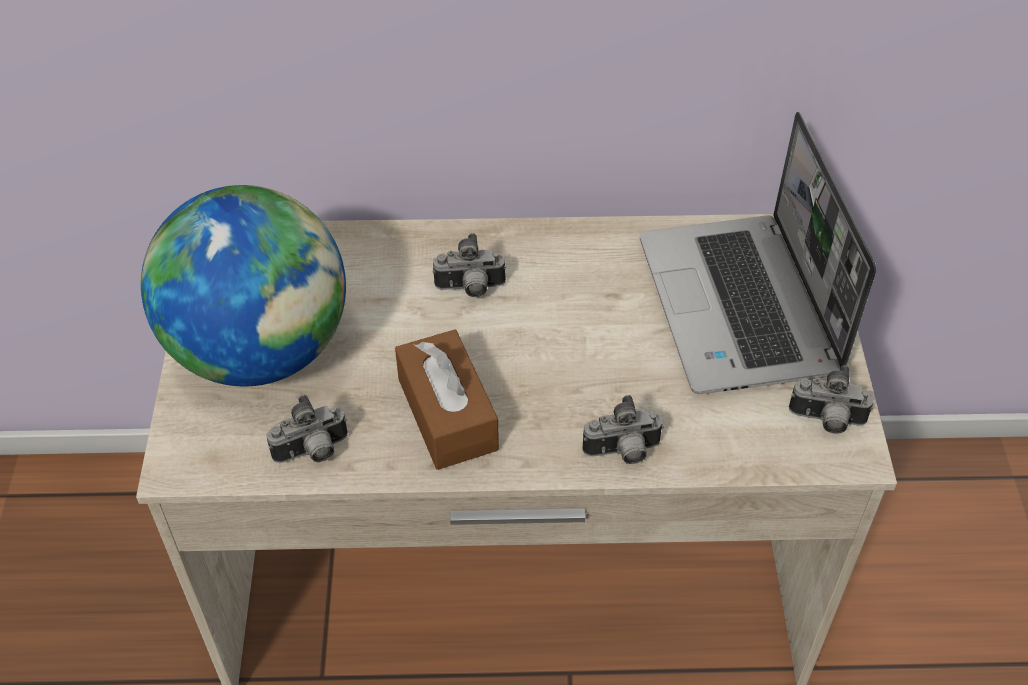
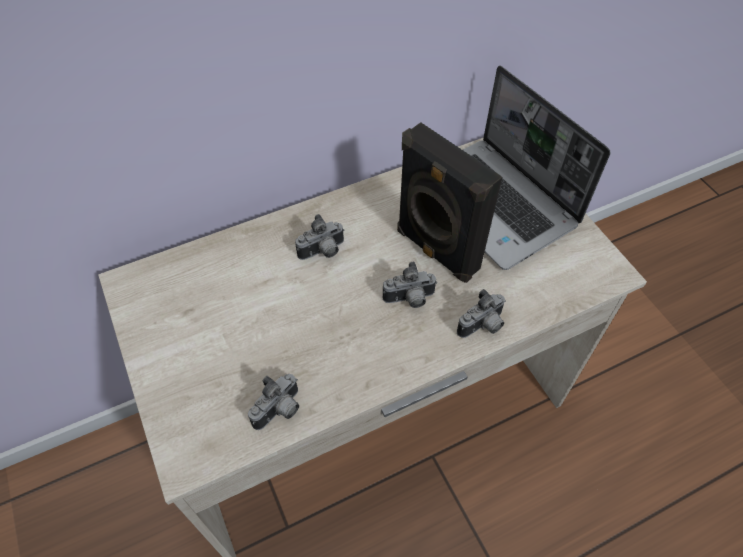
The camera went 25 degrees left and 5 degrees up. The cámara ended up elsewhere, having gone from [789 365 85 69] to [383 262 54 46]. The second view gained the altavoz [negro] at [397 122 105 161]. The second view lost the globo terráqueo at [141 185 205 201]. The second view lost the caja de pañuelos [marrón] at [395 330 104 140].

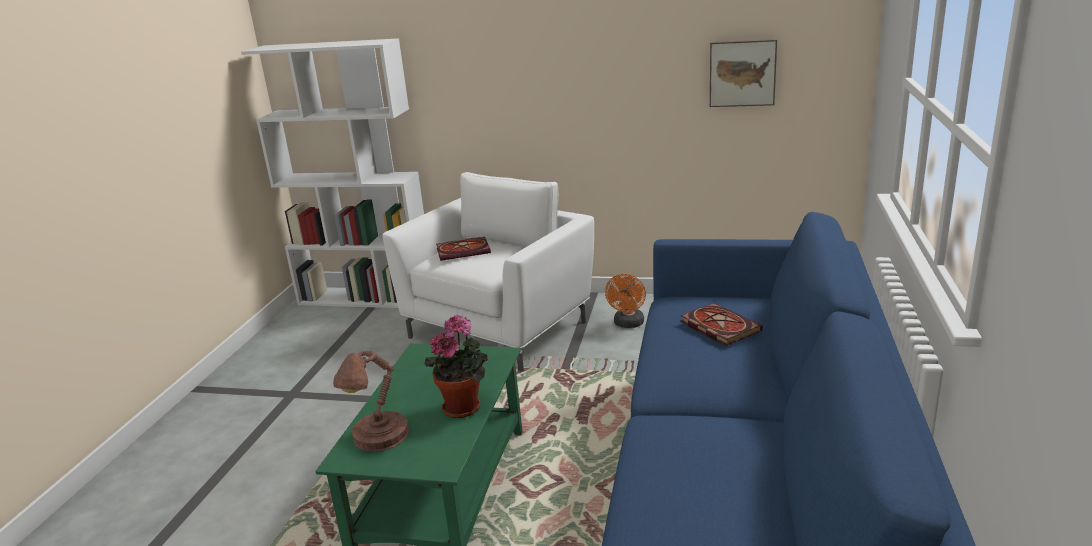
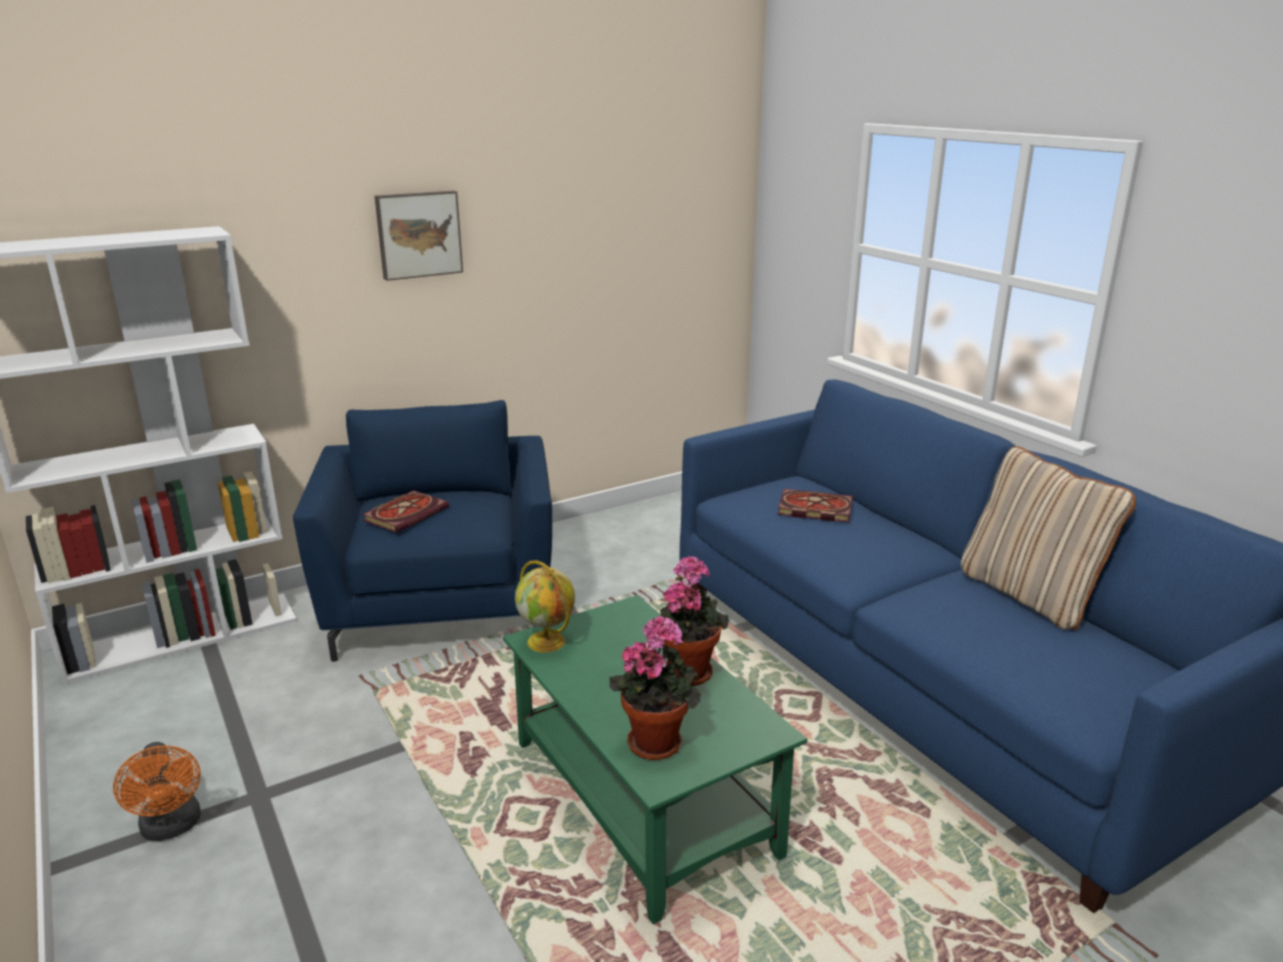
The camera went 45 degrees left and 0 degrees up. The ventilador [naranja] ended up elsewhere, having gone from [605 274 41 54] to [113 742 88 99]. What was the sillón [blanco] at [382 172 212 200] turned into the sillón [azul] at [293 400 259 262]. The cuadro ended up elsewhere, having gone from [710 39 67 68] to [375 190 88 91]. The second view gained the globo terráqueo at [515 561 60 92]. Where the lámpara de mesa [marrón] stood at [333 351 76 101], the planta en maceta came to stand at [610 616 91 144]. The second view gained the cojín [beis] at [961 446 175 184].

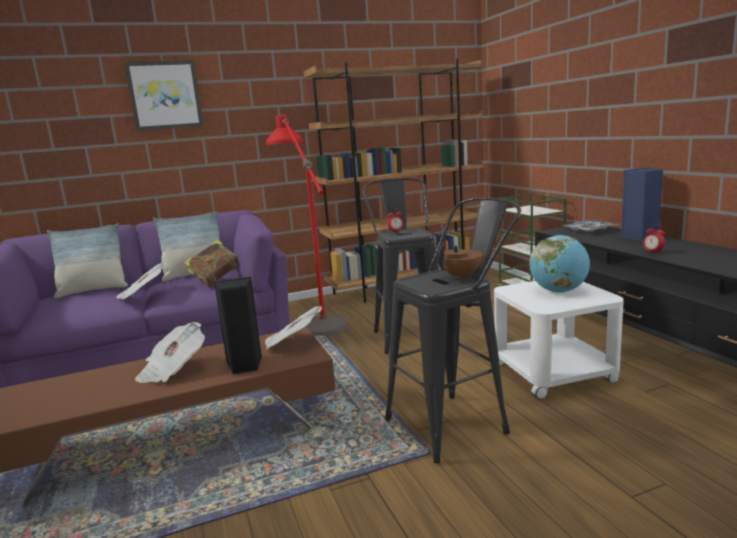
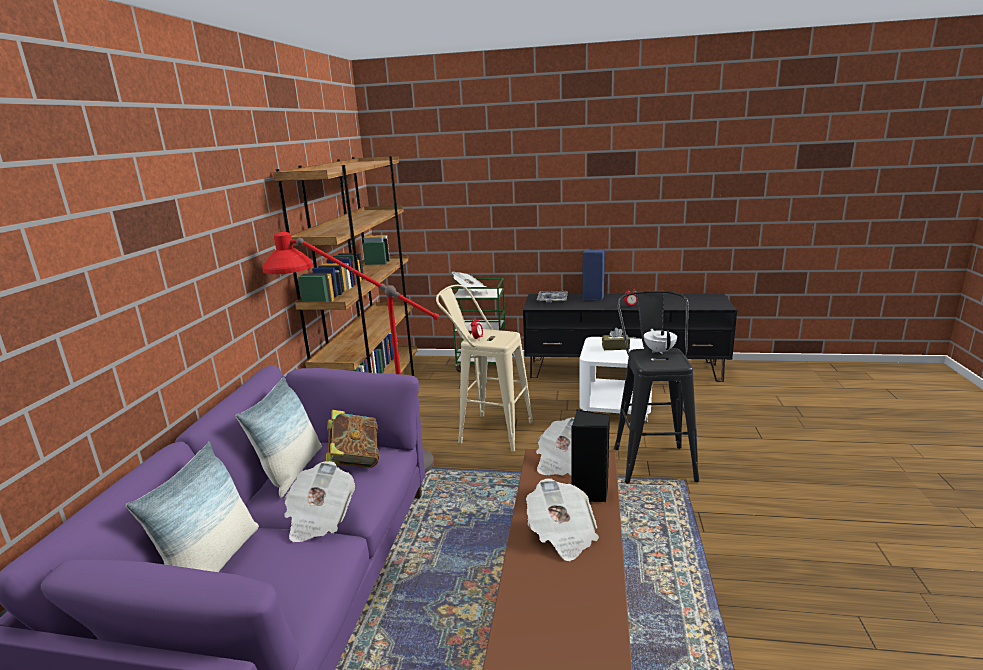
The camera went 60 degrees left and 5 degrees up. What was the taburete [negro] at [362 178 77 176] turned into the taburete [beis] at [436 285 97 167]. The second view gained the periódico at [452 272 36 23]. Where the globo terráqueo stood at [529 235 61 58], the caja de pañuelos [marrón] came to stand at [602 327 28 23]. What was the tetera [marrón] at [437 243 46 36] turned into the tetera [blanco] at [644 329 33 25]. The second view lost the cuadro at [124 60 80 71].

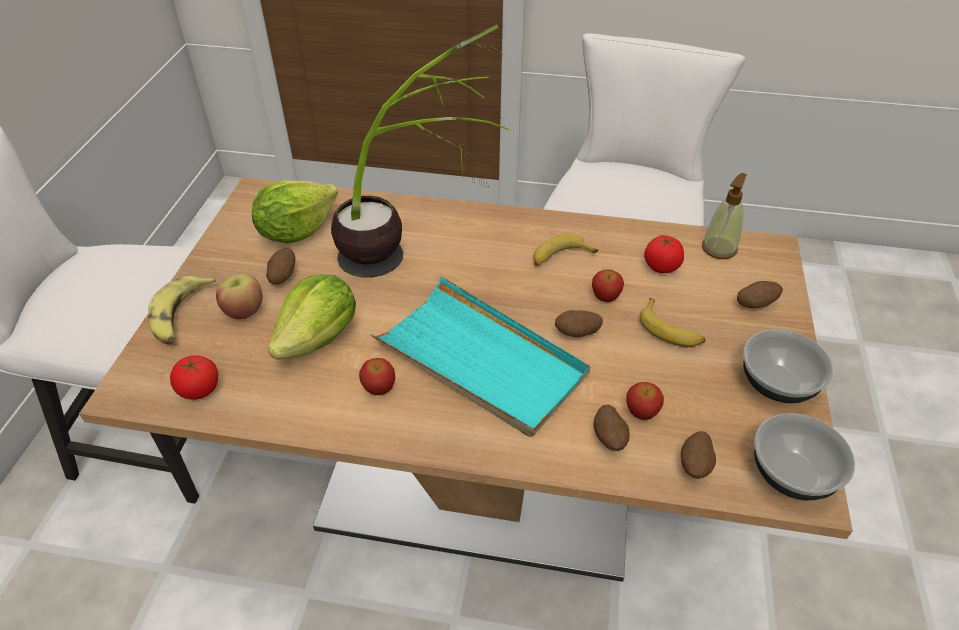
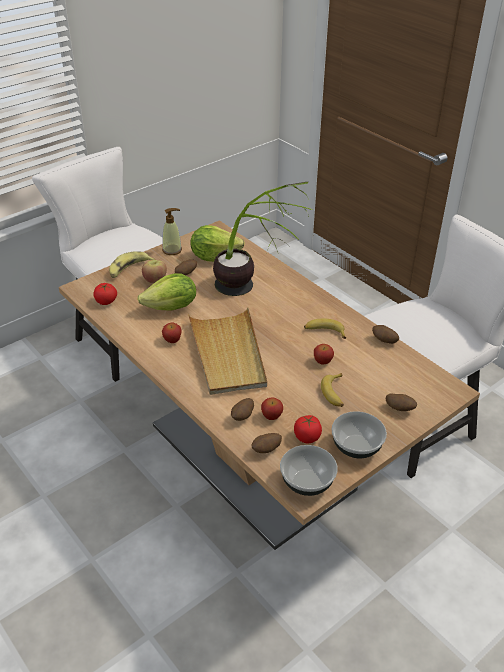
The camera went 40 degrees right and 5 degrees down. The dispensador de jabón ended up elsewhere, having gone from [702 173 45 86] to [162 208 20 47]. What was the bandeja [turquesa] at [370 276 221 161] turned into the bandeja [beis] at [188 307 79 88]. The tomate ended up elsewhere, having gone from [644 235 40 38] to [294 415 28 28]. The patata ended up elsewhere, having gone from [555 310 48 27] to [372 325 27 19].

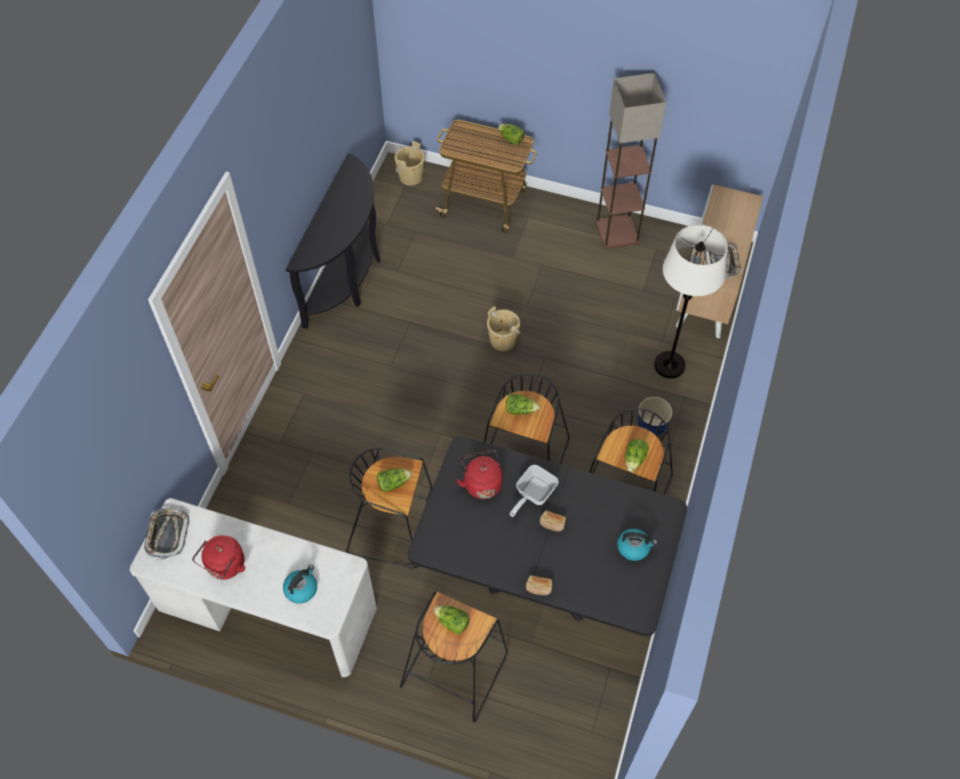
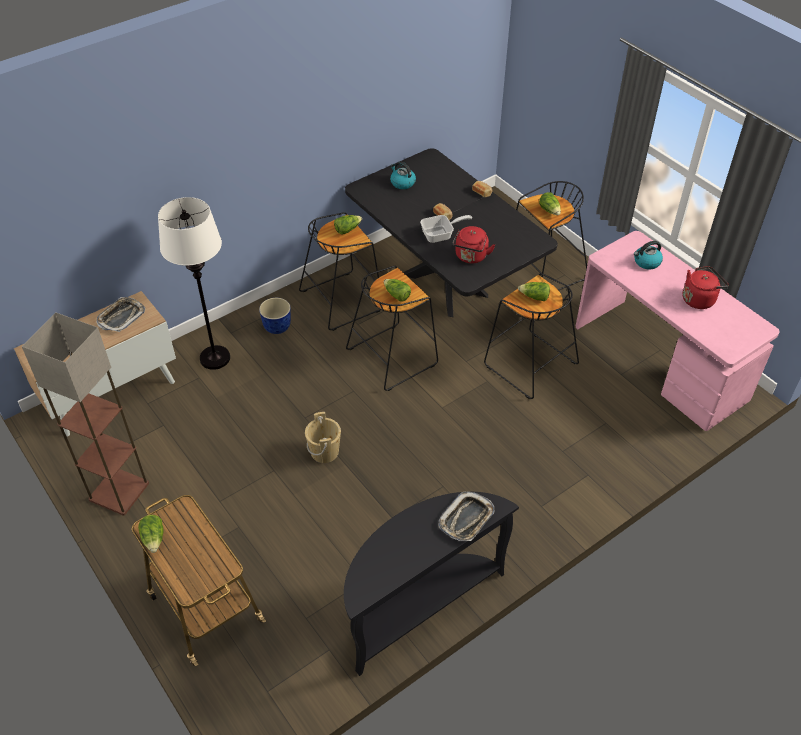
The camera went 145 degrees left and 10 degrees down. The bandeja ended up elsewhere, having gone from [144 508 45 52] to [438 491 56 50]. What was the escritorio [blanco] at [130 498 247 179] turned into the escritorio [rosa] at [576 231 204 200]. The second view lost the cubo [beis] at [395 141 30 45].

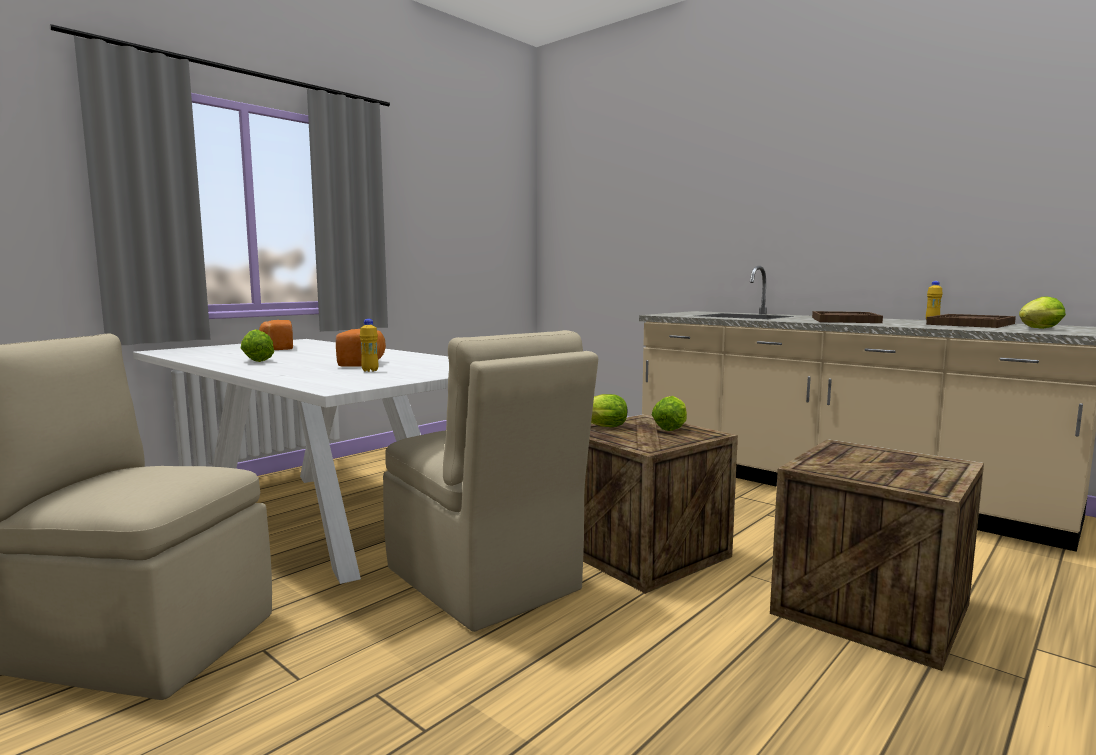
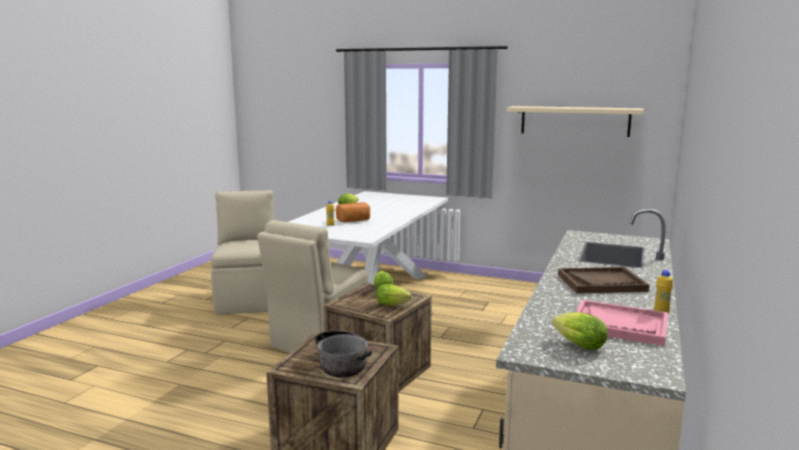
The camera went 70 degrees right and 5 degrees up. The second view gained the olla at [314 330 58 48]. The second view gained the estante [beis] at [506 106 138 31]. What was the bandeja [marrón] at [926 314 90 14] turned into the bandeja [rosa] at [576 300 92 46]. The second view lost the pan at [259 320 34 30].

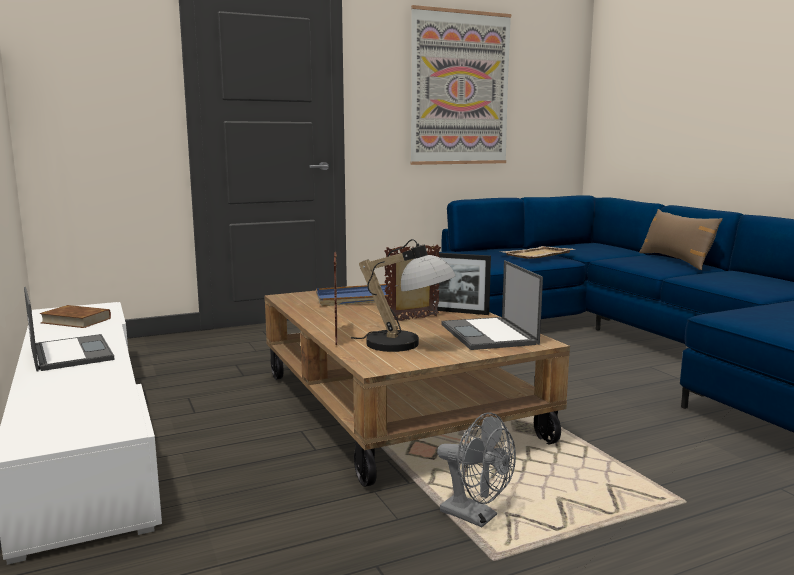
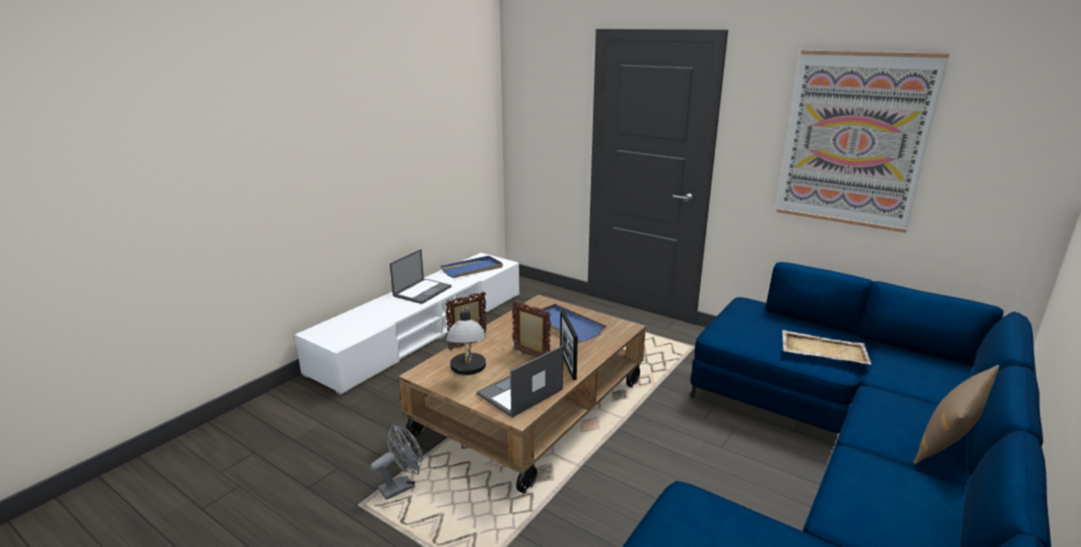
The camera went 60 degrees right and 10 degrees up. The ventilador [gris] at [437 412 79 115] ended up facing another way, 135 degrees counterclockwise from before. Where the libro [marrón] stood at [39 305 72 23], the bandeja [azul] came to stand at [440 256 63 22].

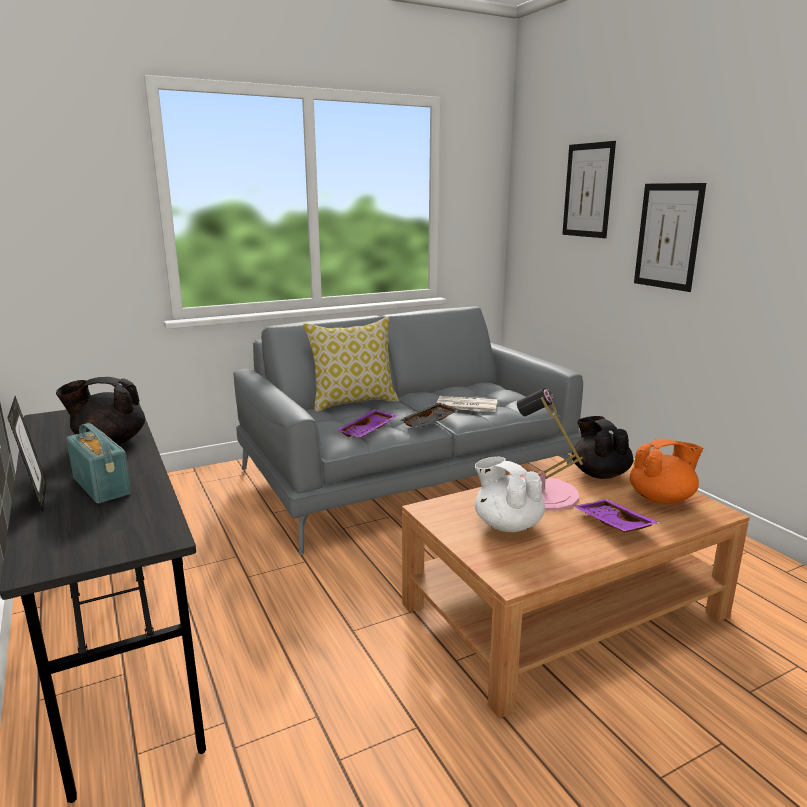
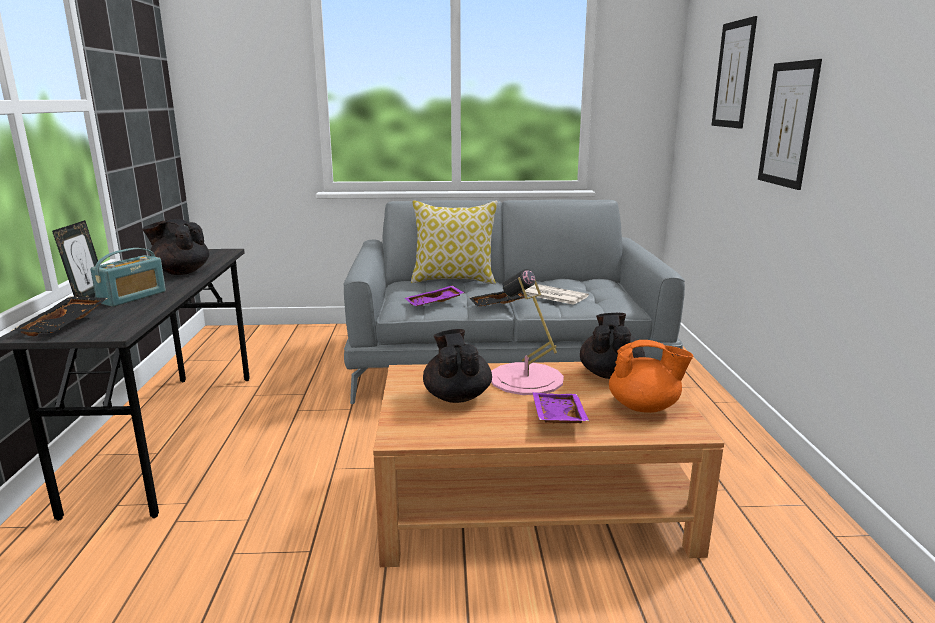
The camera went 25 degrees right and 0 degrees up. The second view gained the bandeja [negro] at [11 296 97 40]. The radio at [66 423 66 81] ended up facing another way, 45 degrees clockwise from before. What was the tetera [blanco] at [475 457 70 75] turned into the tetera [negro] at [423 329 69 74].

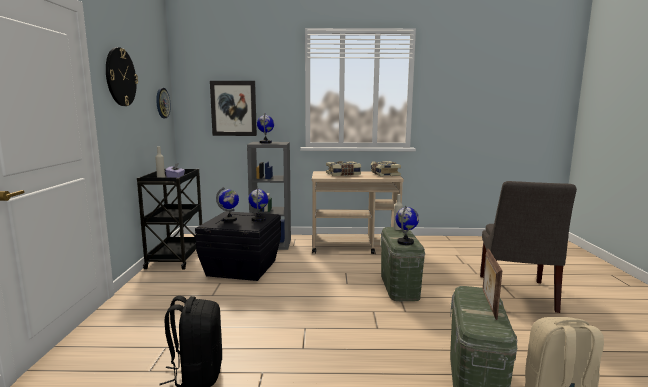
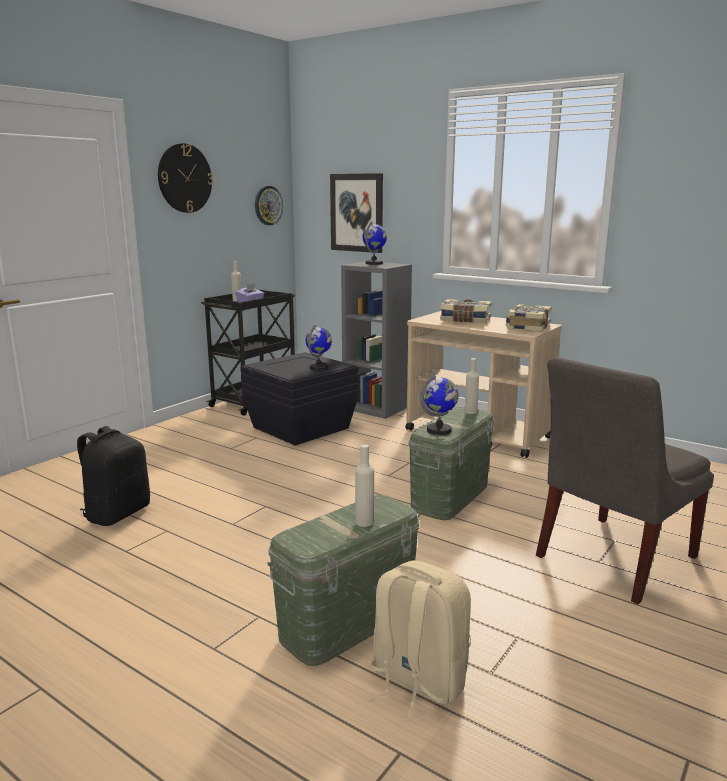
The camera went 35 degrees right and 5 degrees up. Where the portarretratos stood at [483 248 19 72], the botella [beis] came to stand at [355 444 19 83]. The second view lost the globo terráqueo at [216 187 23 35].

